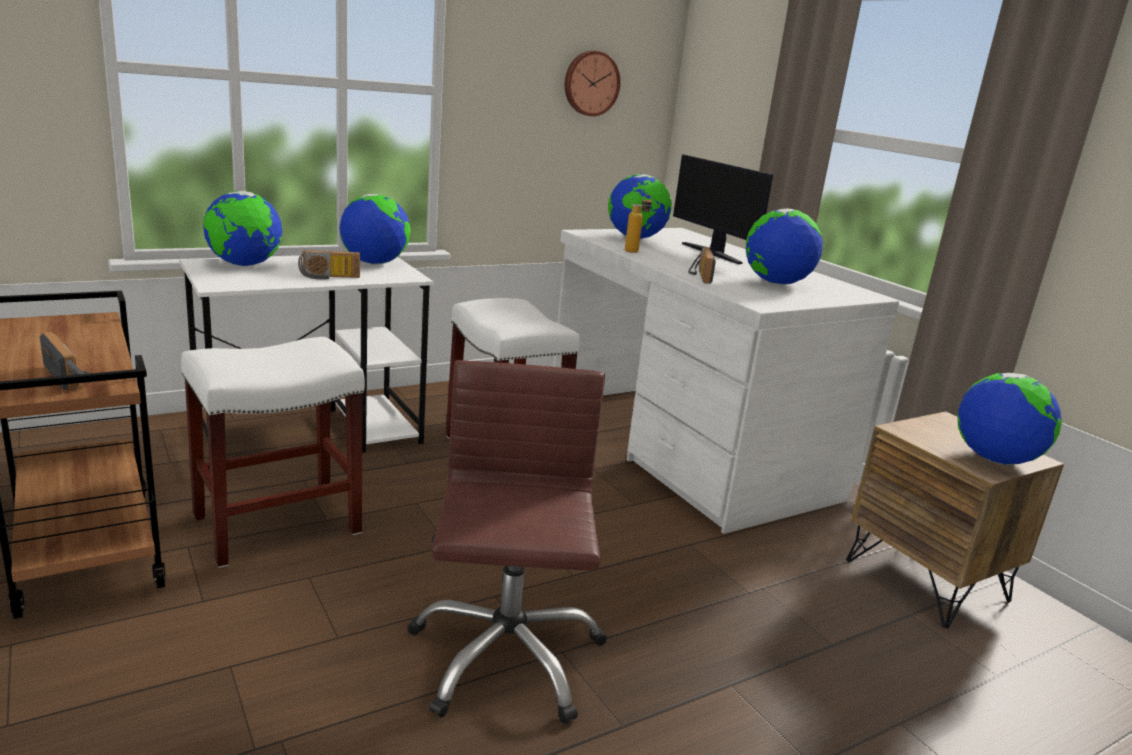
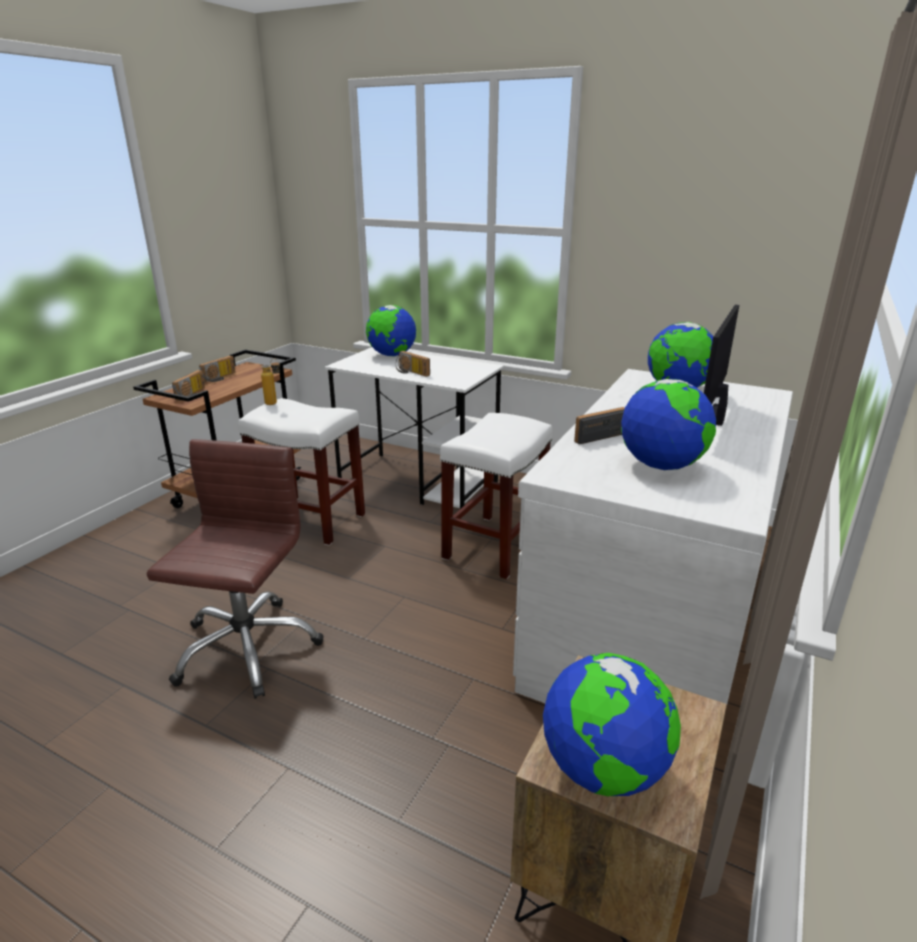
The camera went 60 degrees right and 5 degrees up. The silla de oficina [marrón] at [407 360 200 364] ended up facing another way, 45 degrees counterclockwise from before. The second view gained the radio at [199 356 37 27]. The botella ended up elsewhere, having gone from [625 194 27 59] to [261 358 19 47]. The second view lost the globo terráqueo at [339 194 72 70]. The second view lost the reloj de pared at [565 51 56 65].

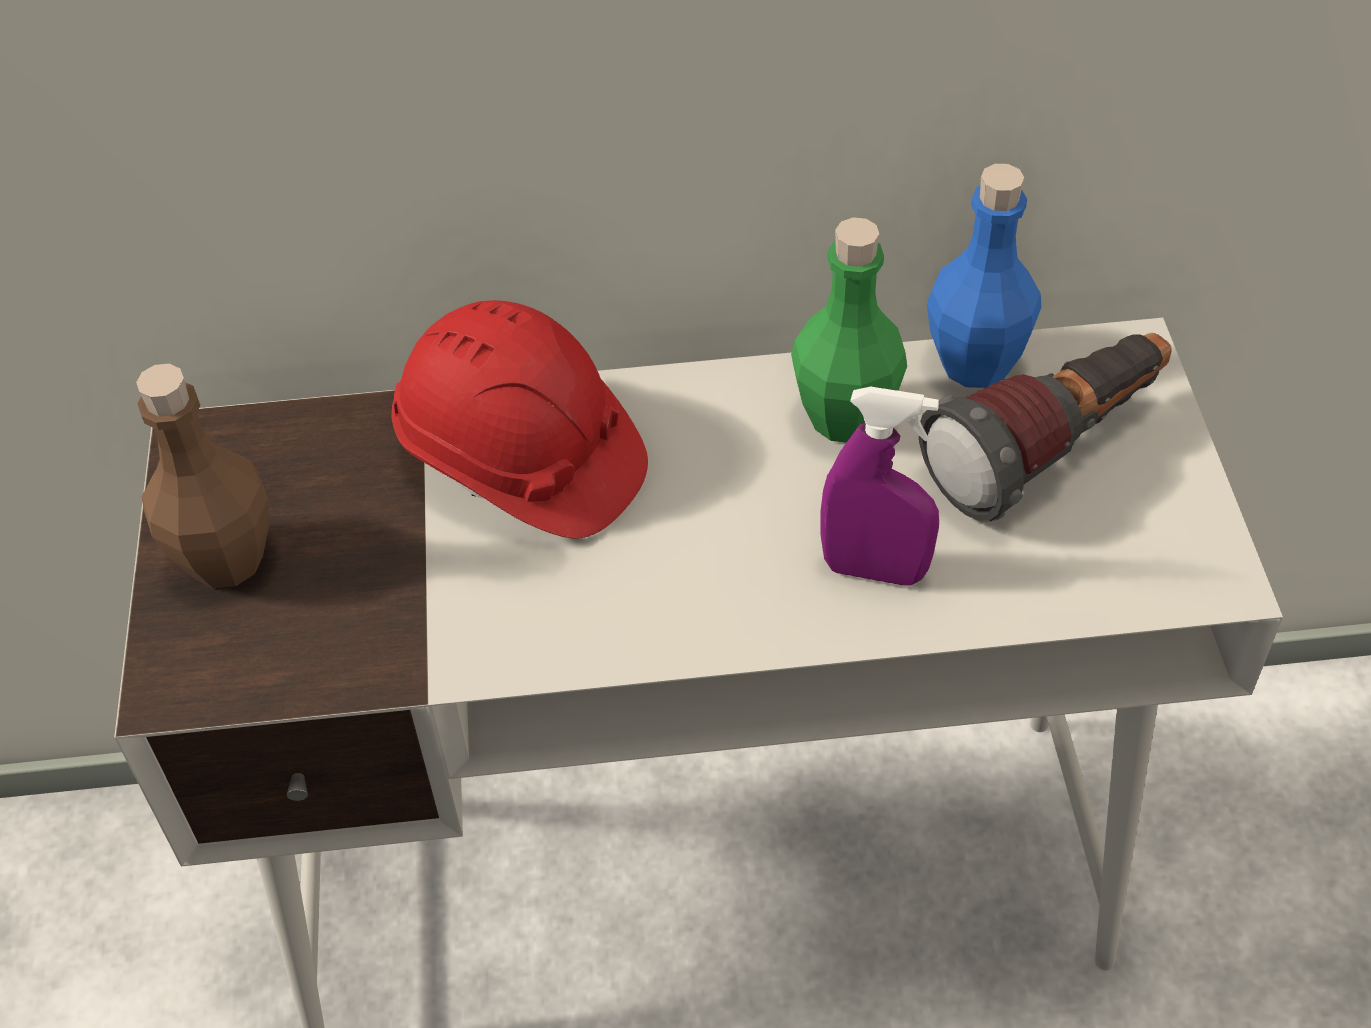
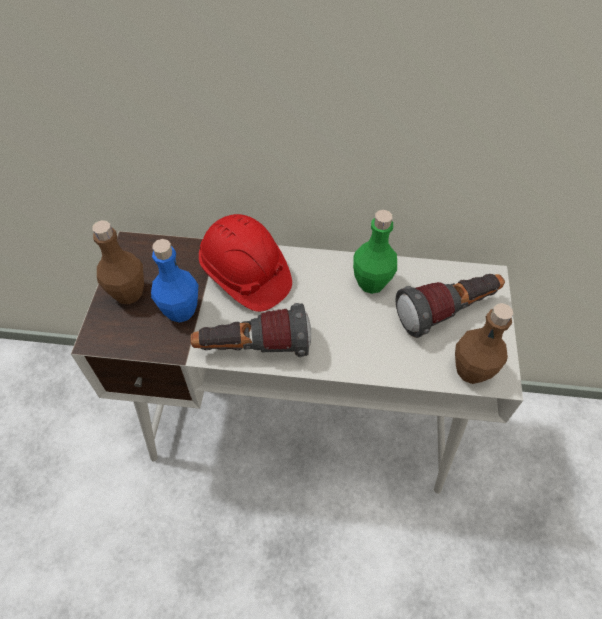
The camera went 10 degrees right and 5 degrees up. The botella [azul] ended up elsewhere, having gone from [927 164 114 224] to [151 239 47 84]. The second view gained the linterna at [190 303 121 54]. The second view gained the botella [marrón] at [455 303 58 81]. The second view lost the pulverizador [morado] at [820 387 119 198].

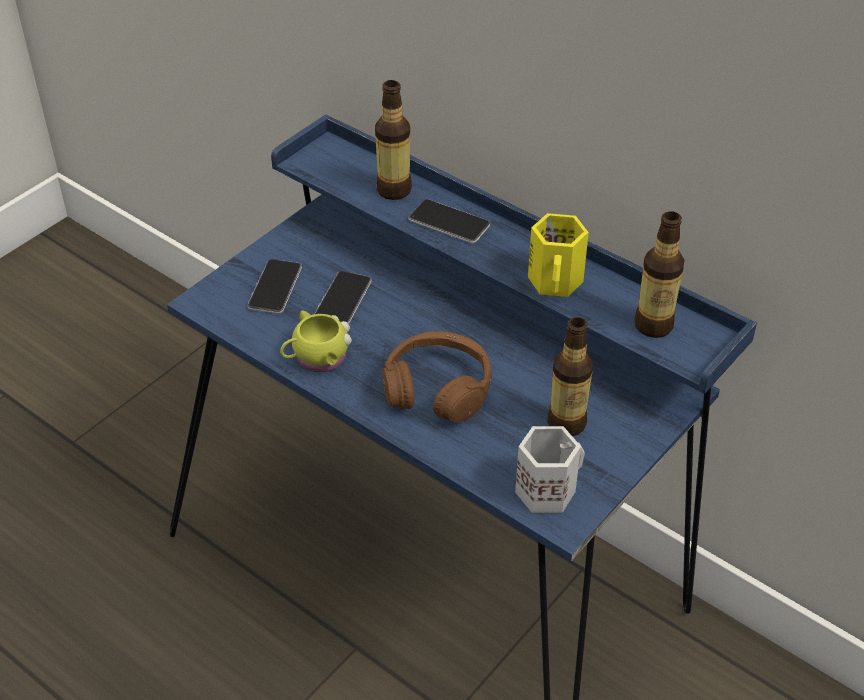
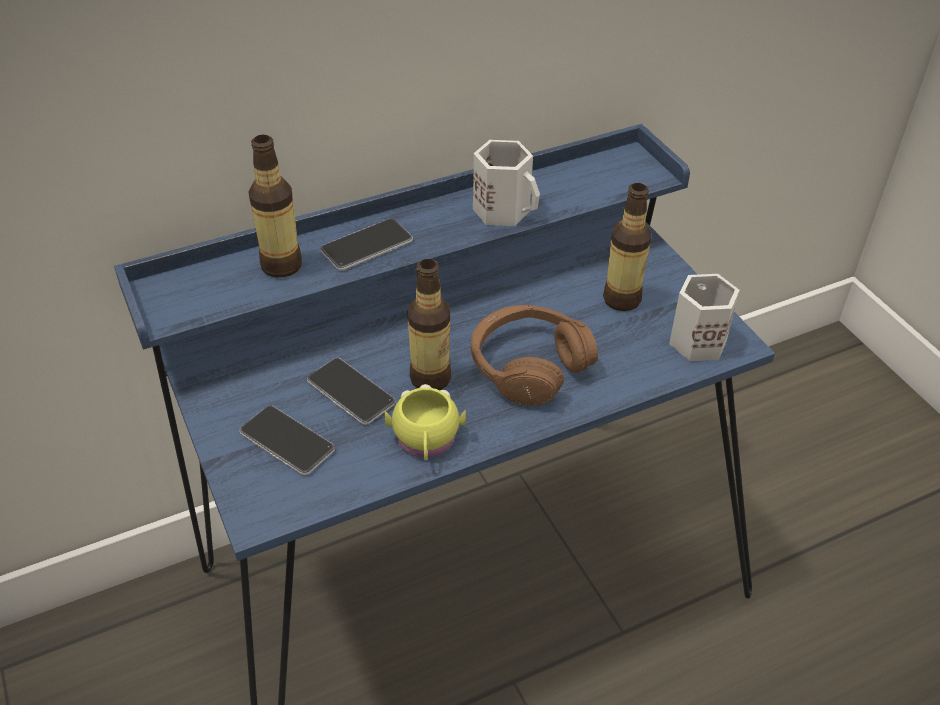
The camera went 65 degrees left and 0 degrees up. The botella ended up elsewhere, having gone from [635 211 50 127] to [407 259 44 131]. What was the taza grande [amarillo] at [528 213 61 84] turned into the taza grande [blanco] at [473 140 67 86].

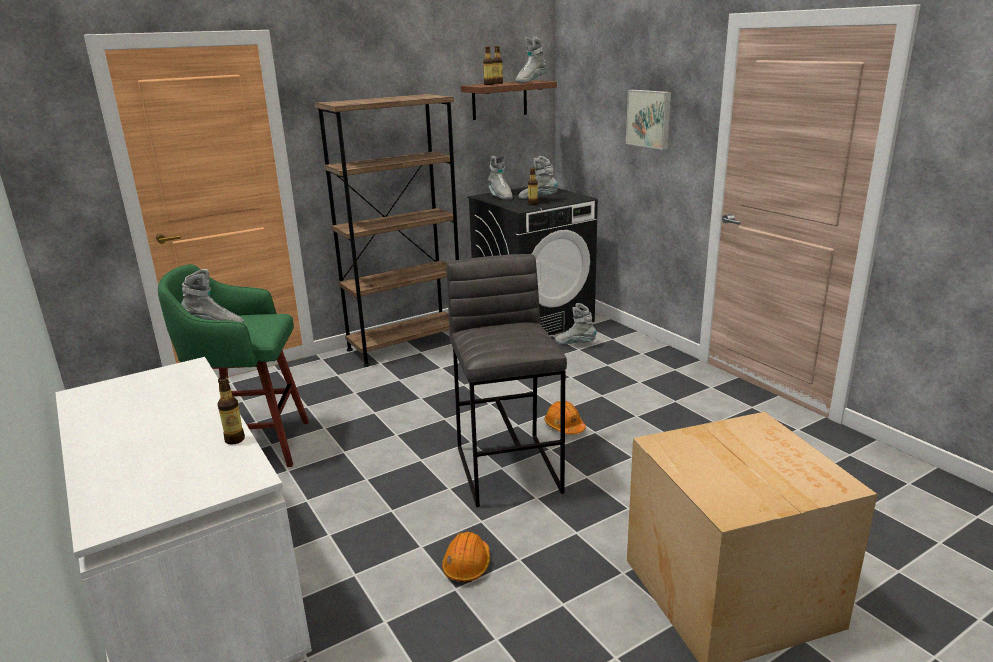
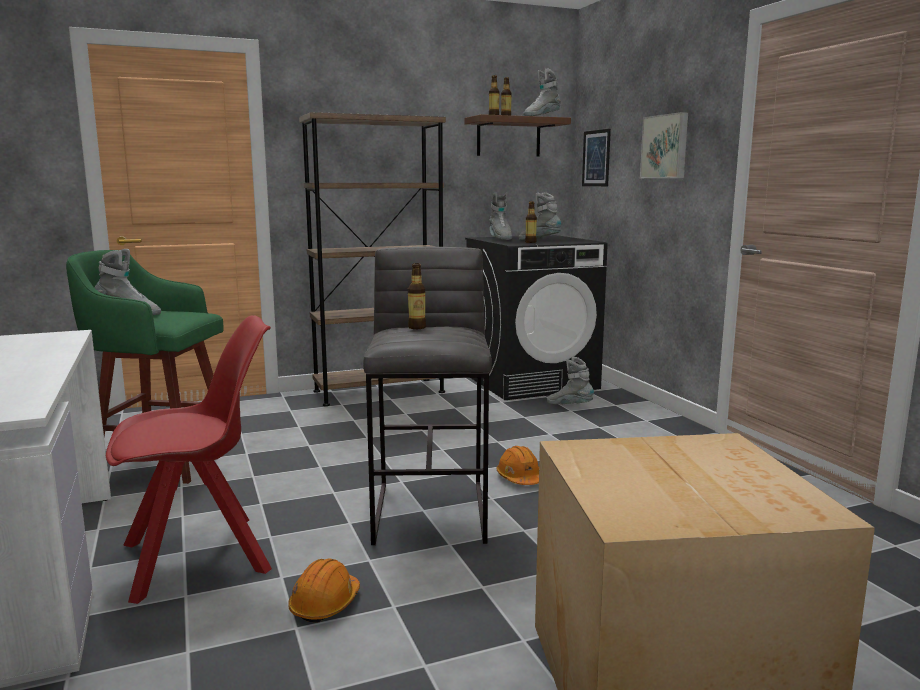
The camera went 10 degrees right and 10 degrees down. The second view gained the silla [rojo] at [106 315 166 289]. The botella ended up elsewhere, having gone from [217 377 28 68] to [408 263 18 66]. The second view gained the cuadro at [582 129 29 57].

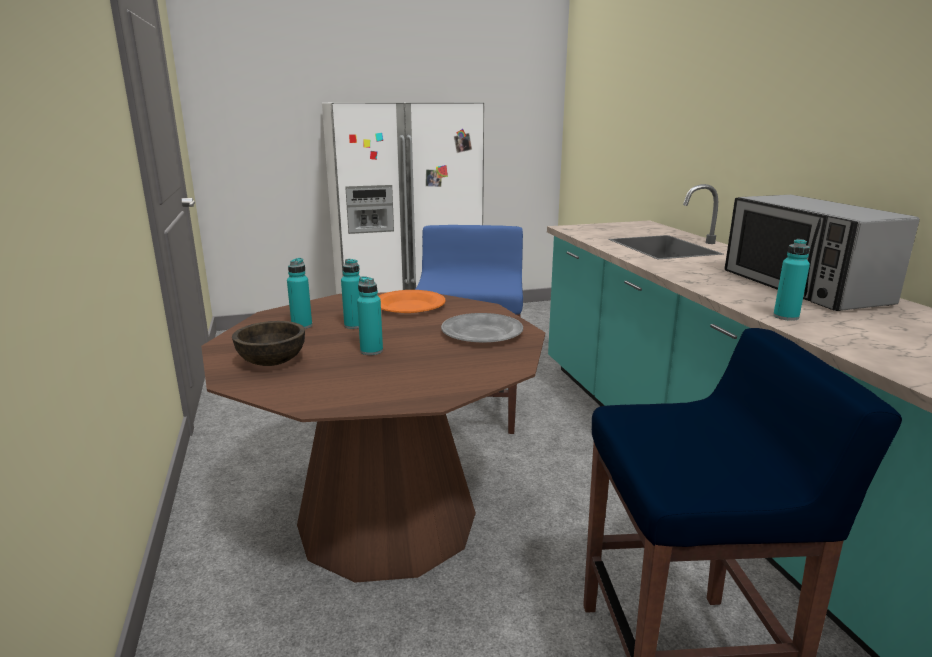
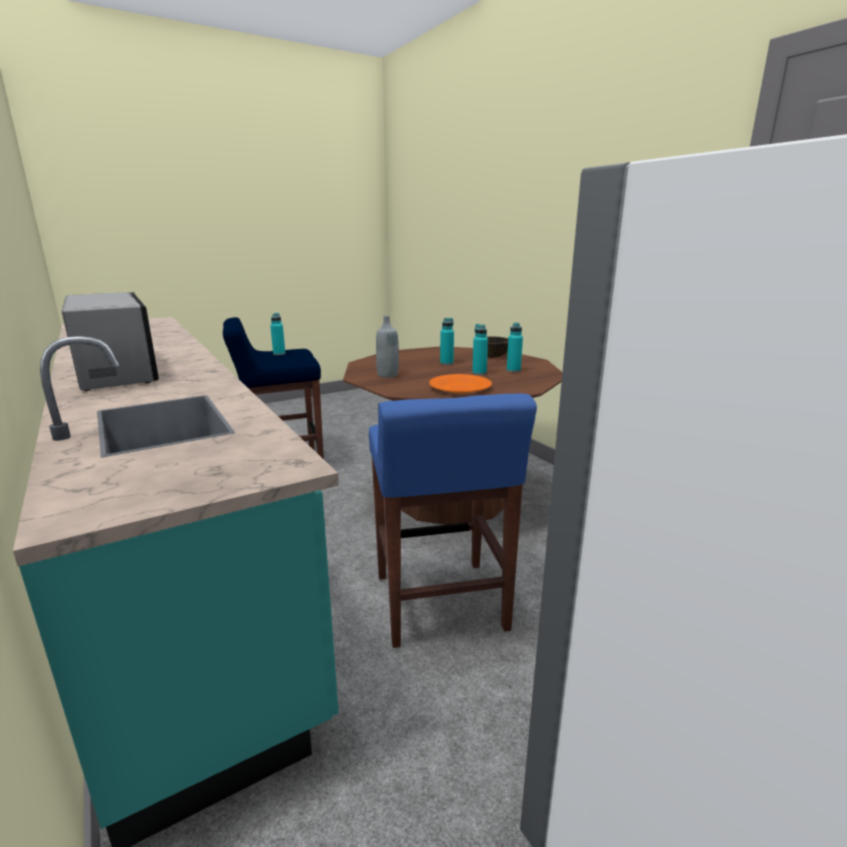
The camera went 165 degrees right and 0 degrees up. The botella [turquesa] ended up elsewhere, having gone from [773 239 37 82] to [270 313 15 42]. Where the plato [gris] stood at [441 313 82 30], the botella [gris] came to stand at [376 315 23 63].

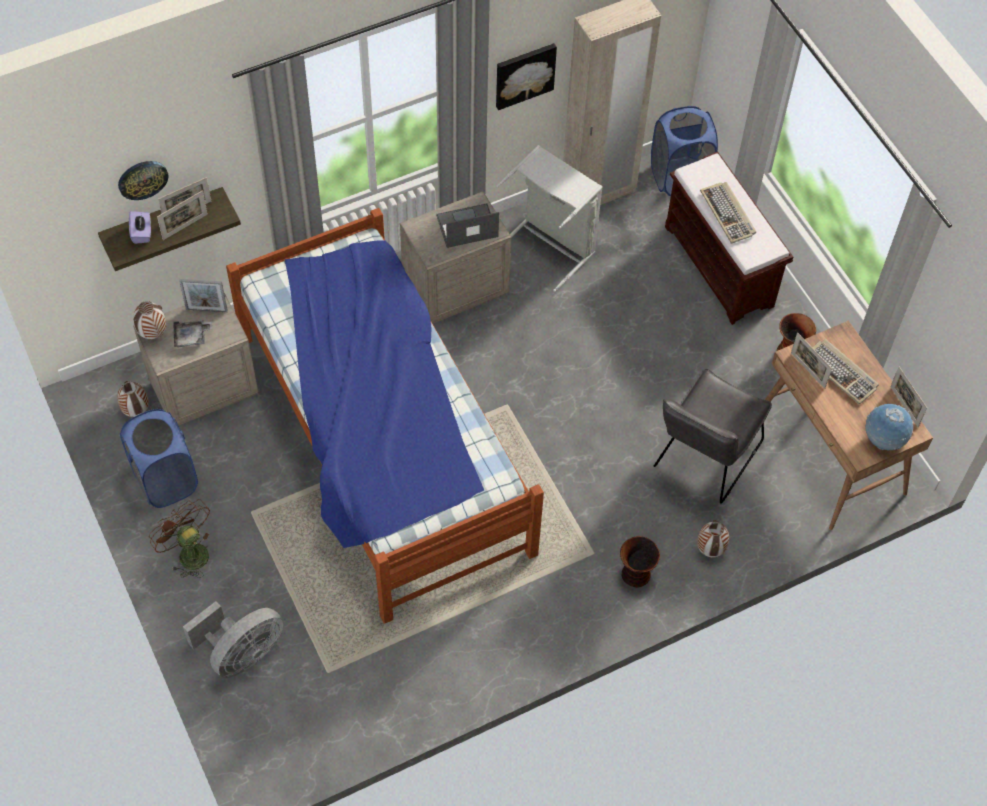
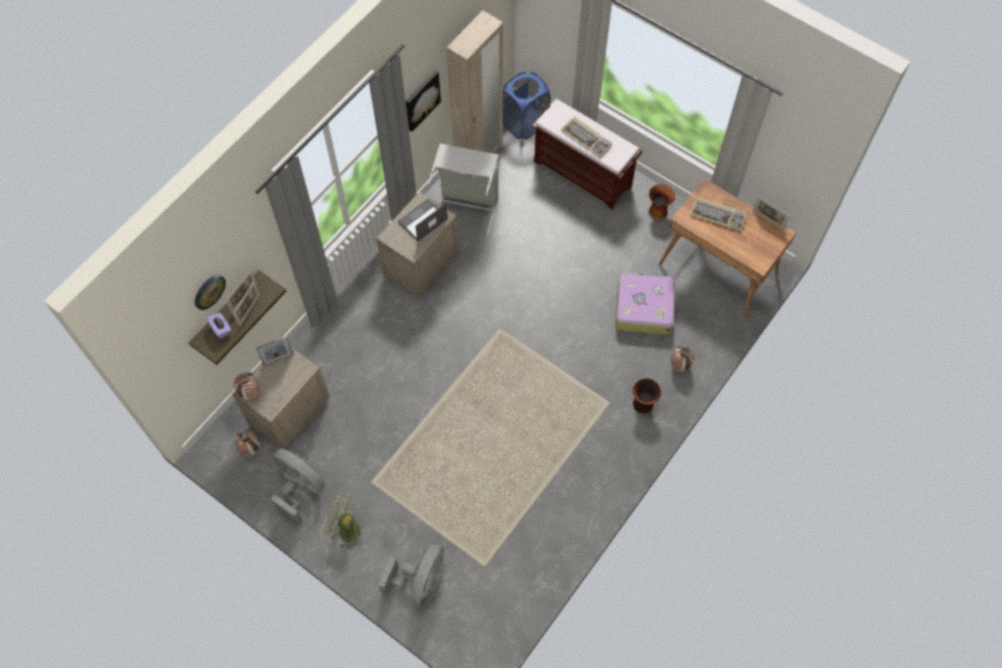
The camera went 25 degrees left and 5 degrees up. Where the cesto de la ropa [azul] stood at [120 409 78 99], the ventilador [gris] came to stand at [271 449 54 76]. What was the ventilador [marrón] at [149 499 61 79] turned into the ventilador [verde] at [321 493 41 57]. Where the silla [gris] stood at [654 369 118 134], the maleta came to stand at [615 272 60 63]. The second view lost the bandeja [gris] at [173 320 39 27]. The second view lost the cama at [226 208 318 416]. The second view lost the portarretratos at [791 332 41 57]. The second view lost the globo terráqueo at [865 404 48 46].

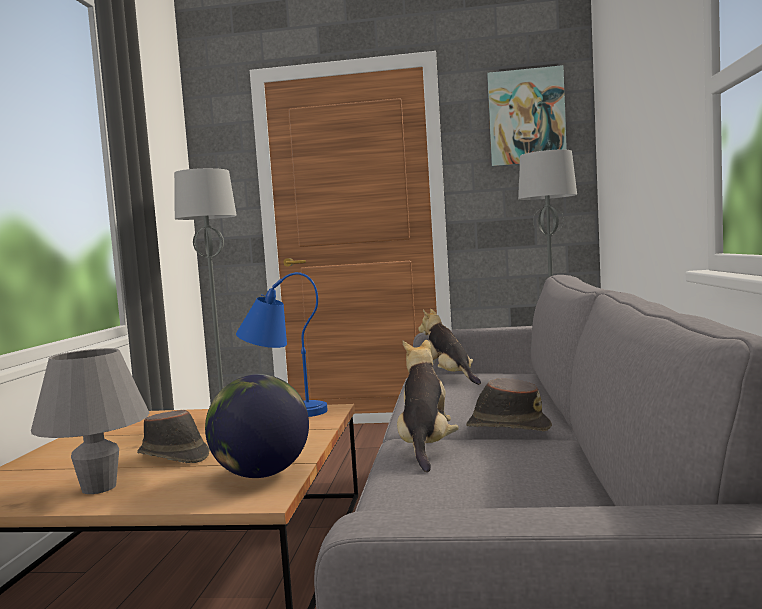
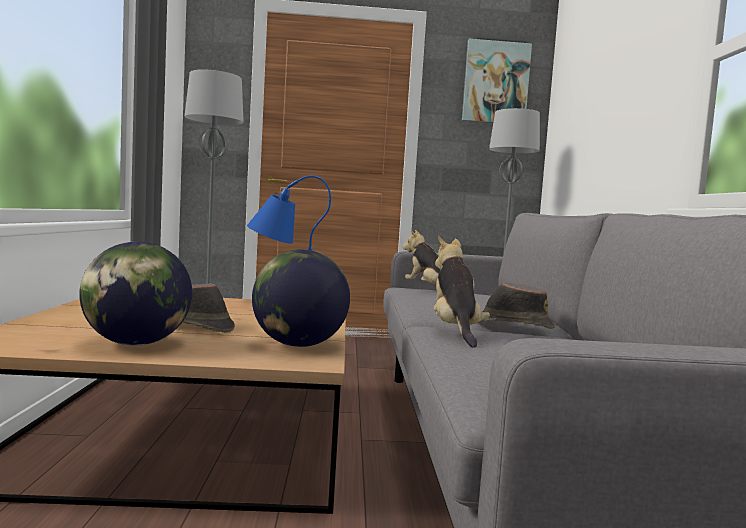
The camera went 10 degrees left and 0 degrees up. Where the lámpara de mesa [gris] stood at [31 348 118 146], the globo terráqueo came to stand at [79 241 113 105].

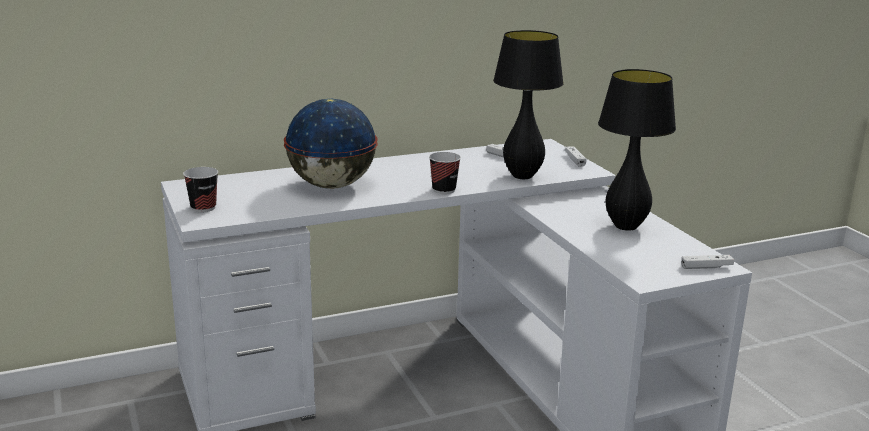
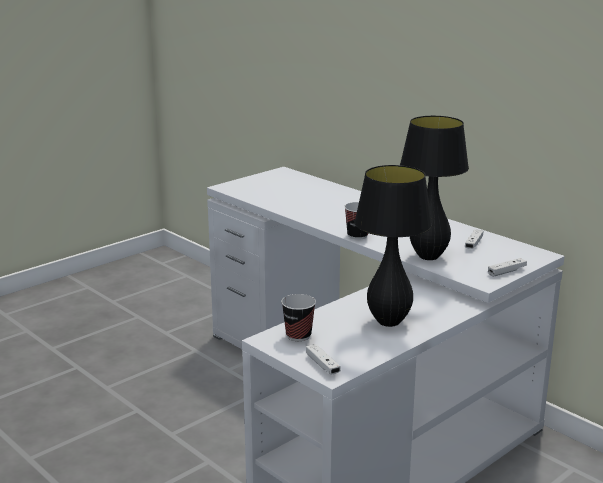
The camera went 70 degrees right and 0 degrees up. The taza ended up elsewhere, having gone from [183 167 35 45] to [281 294 35 47]. The second view lost the globo terráqueo at [284 99 94 90].

